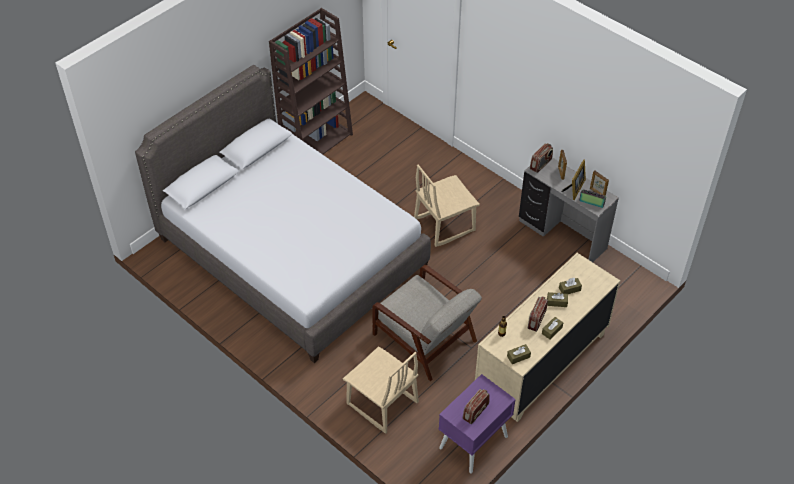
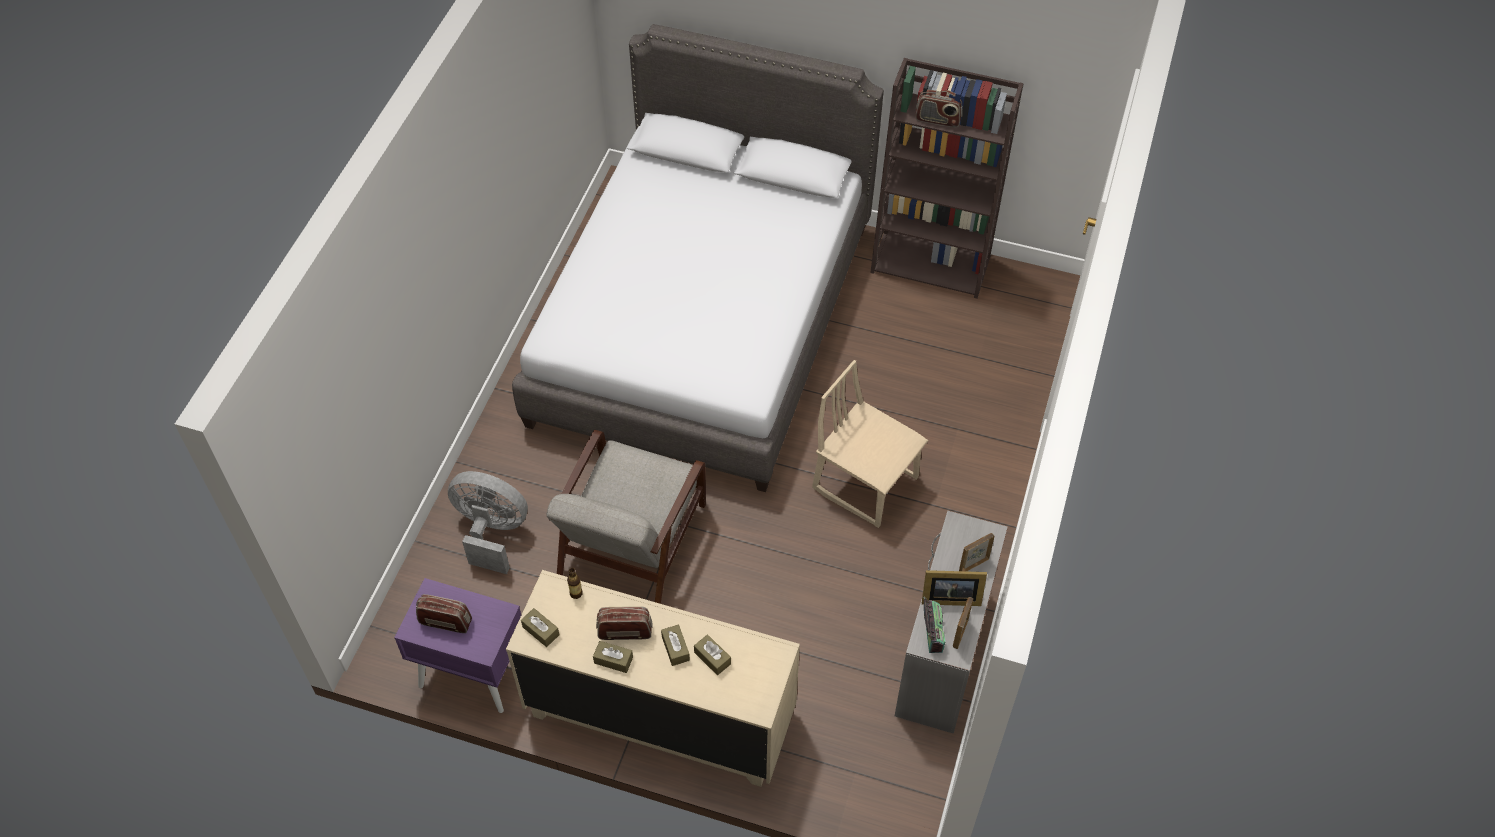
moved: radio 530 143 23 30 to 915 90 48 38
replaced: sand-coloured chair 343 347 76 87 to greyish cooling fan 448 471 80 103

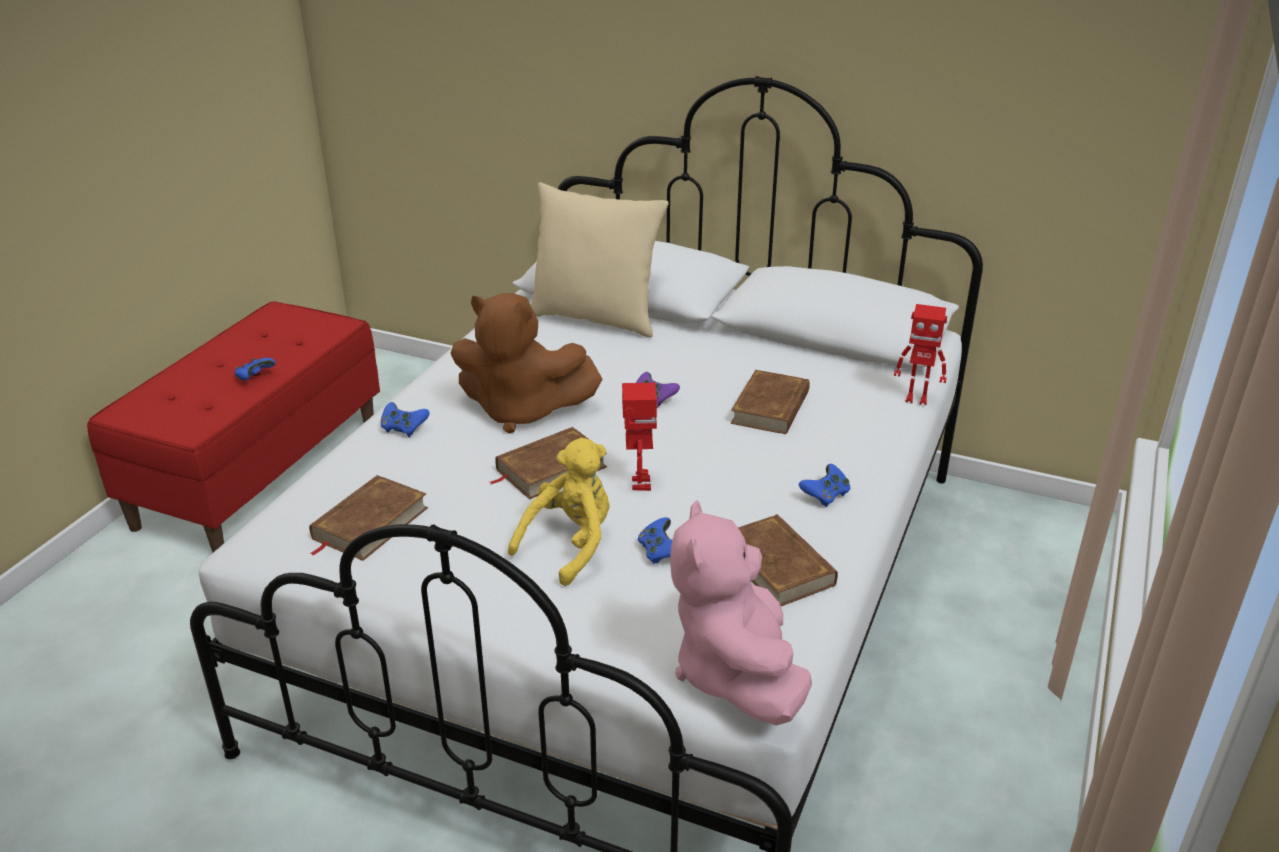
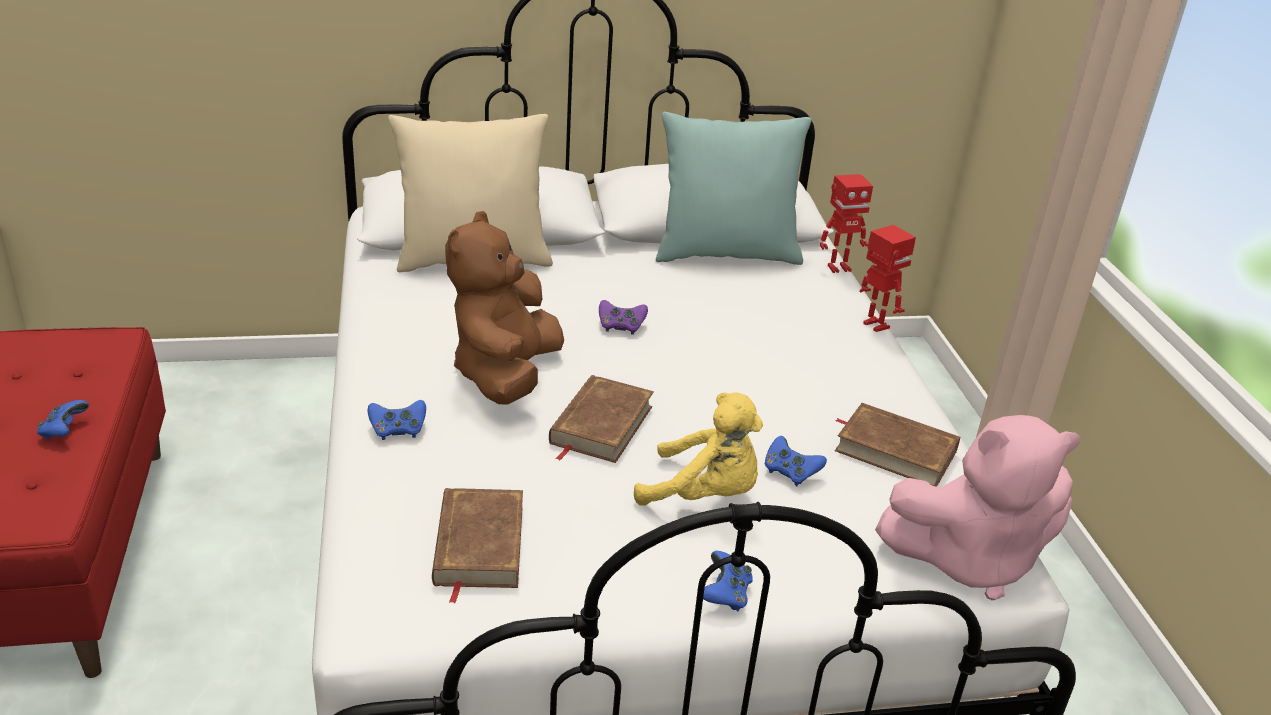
removed: brownish volume 731 370 79 64
added: turquoise cushion 656 112 156 153
moved: model robot 622 383 36 108 to 860 225 56 107; blue joypad 799 464 51 43 to 703 551 50 60
turned: brownish soft toy 451 293 151 141 = 445 211 119 194 120 degrees clockwise; yellow soft toy 508 438 102 148 = 634 393 129 113 105 degrees clockwise; pink soft toy 670 500 142 226 = 875 415 205 186 60 degrees counterclockwise

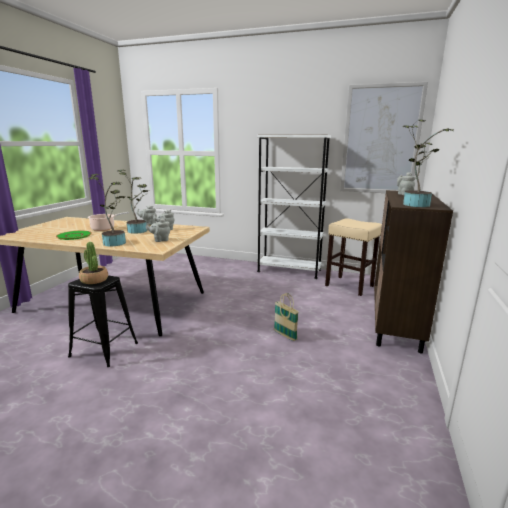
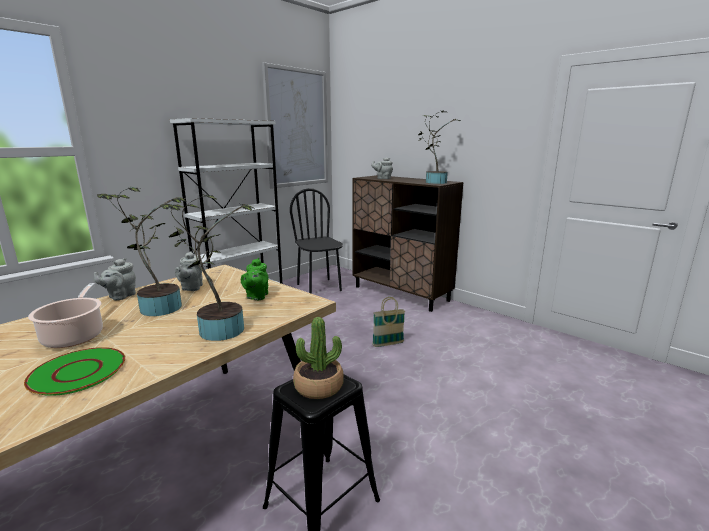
replaced: sand-coloured stool 325 218 57 78 to black chair 290 188 53 106
recoloured: greyish teapot 146 219 25 23 to green teapot 241 258 27 42

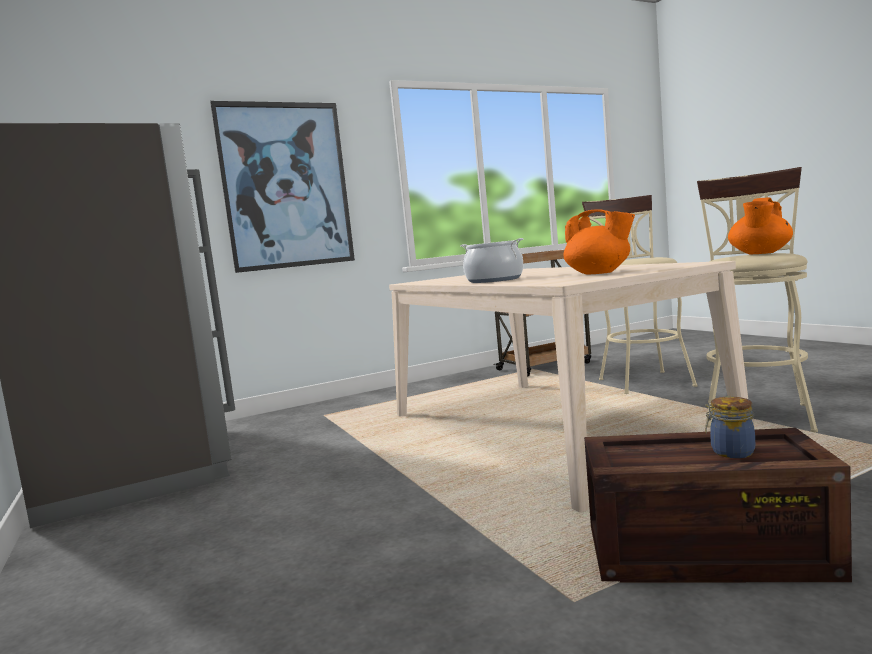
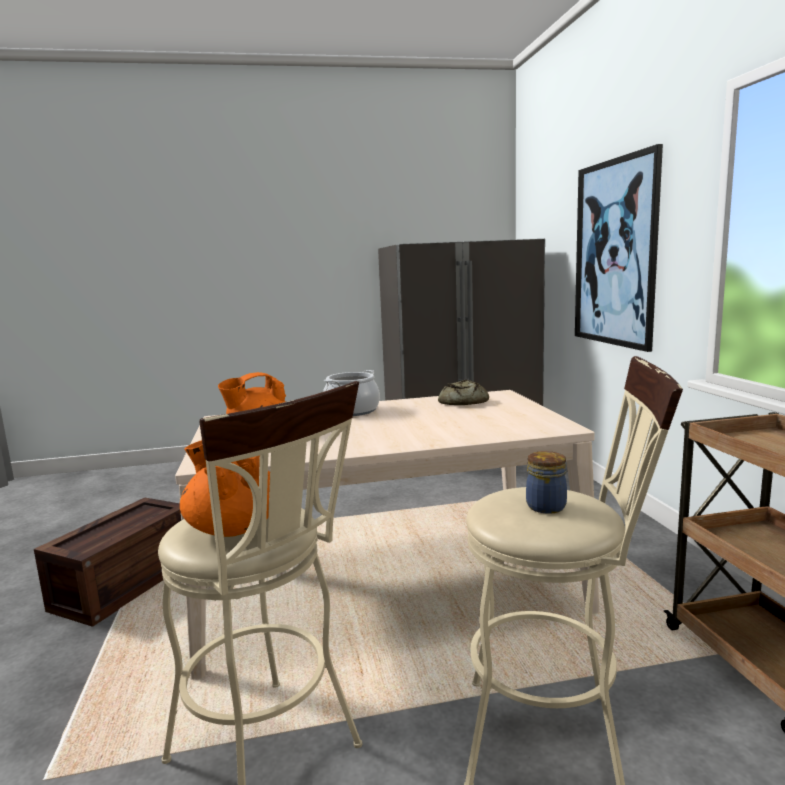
added: bread 438 380 51 25
moved: jar 705 397 50 61 to 526 451 41 63

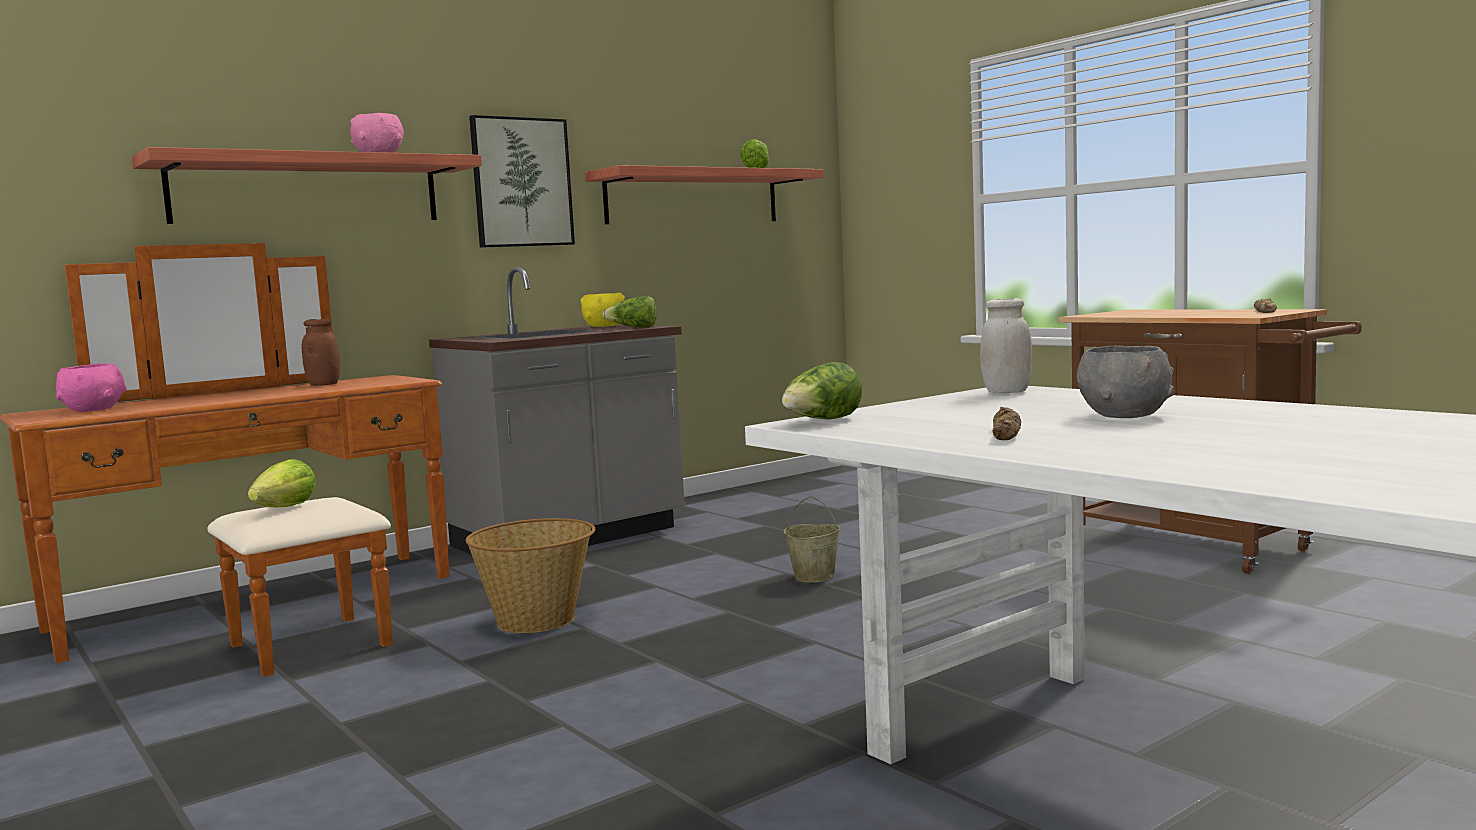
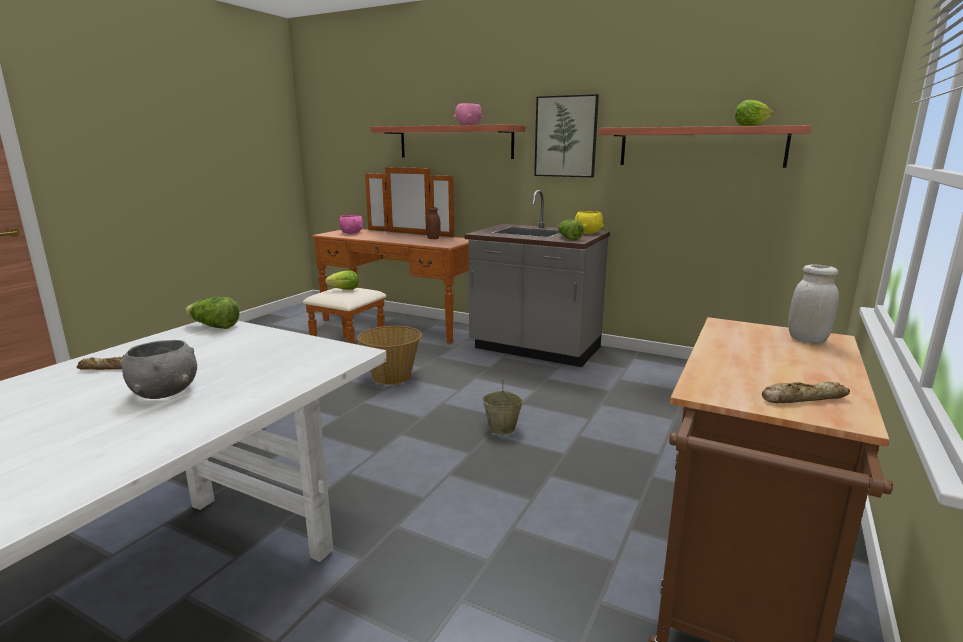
moved: whitish jar 980 298 52 95 to 788 265 51 79

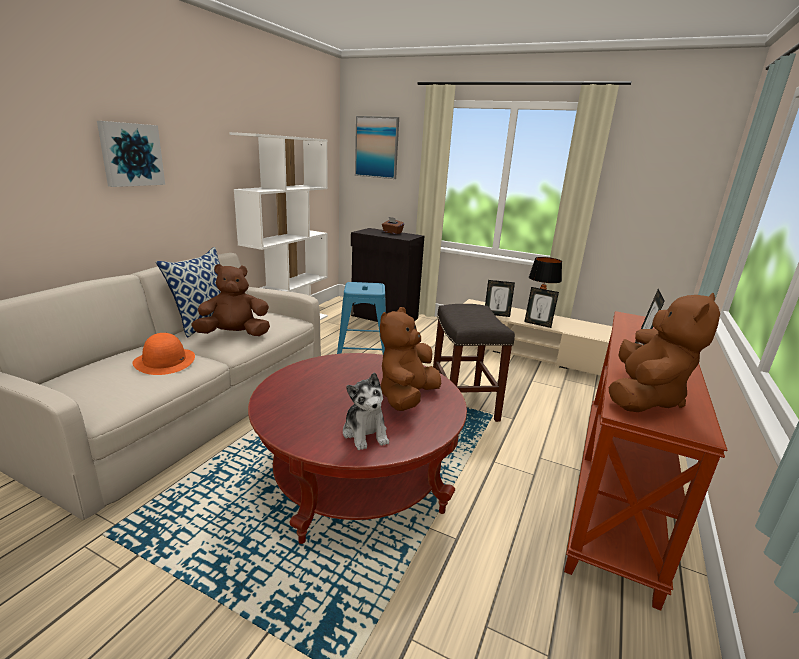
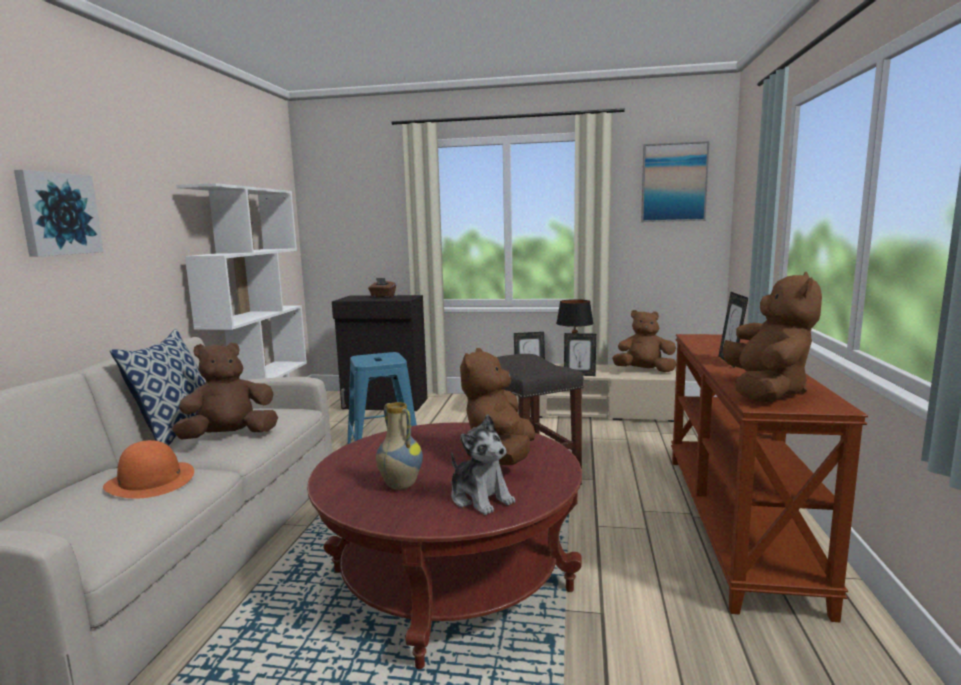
added: decorative vase 376 402 47 88; brownish soft toy 612 310 64 62
moved: wall picture 355 116 44 63 to 641 141 69 81

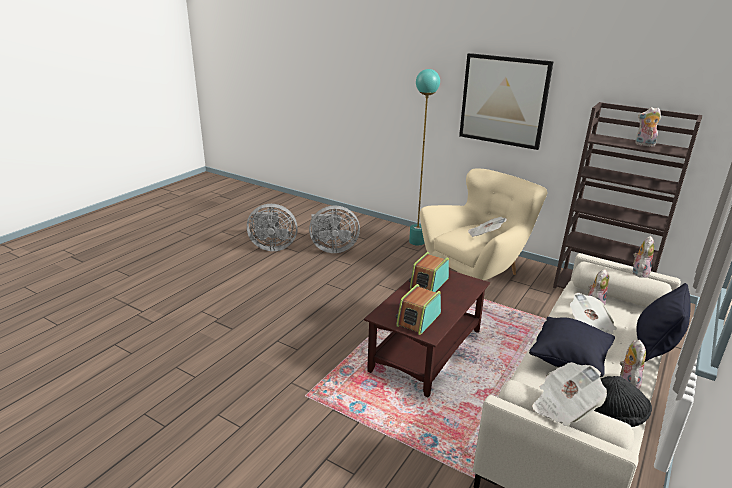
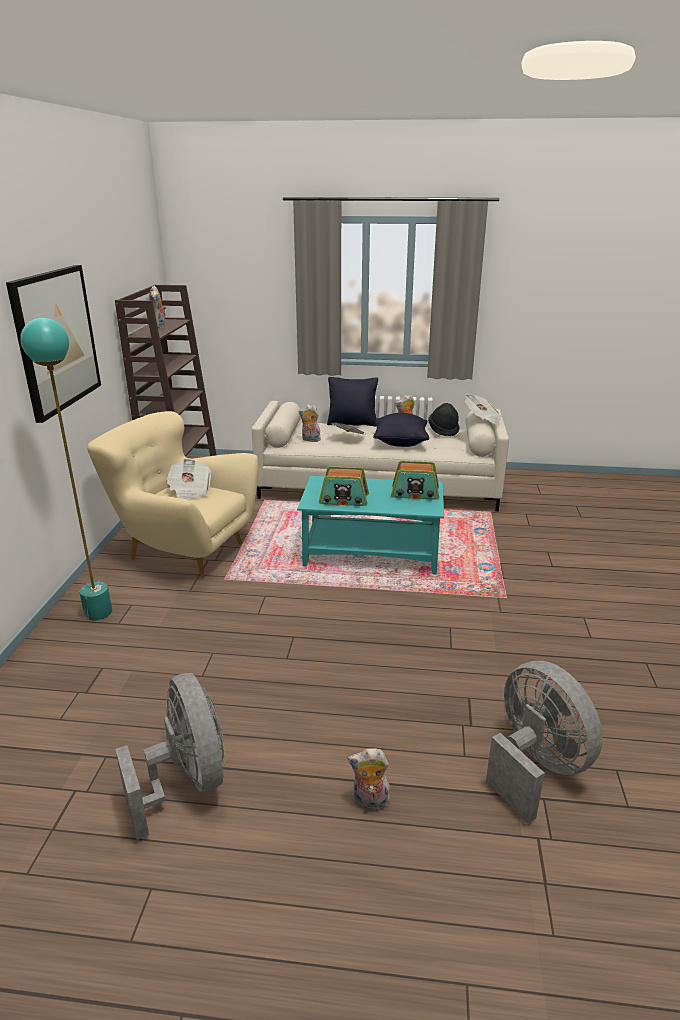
moved: greyish cooling fan 309 205 51 48 to 486 661 117 163; soft toy 633 236 21 42 to 348 749 43 61
recoloured: brownish lounge table 364 270 126 127 to turquoise lounge table 297 476 147 99

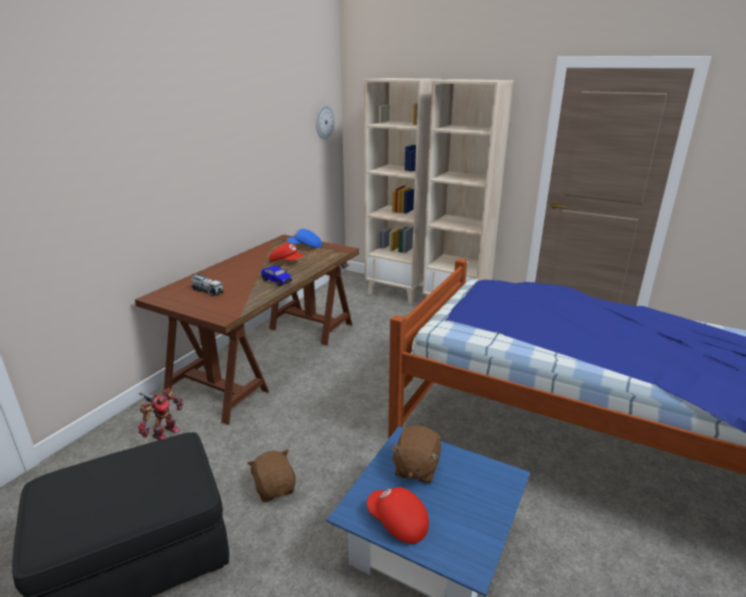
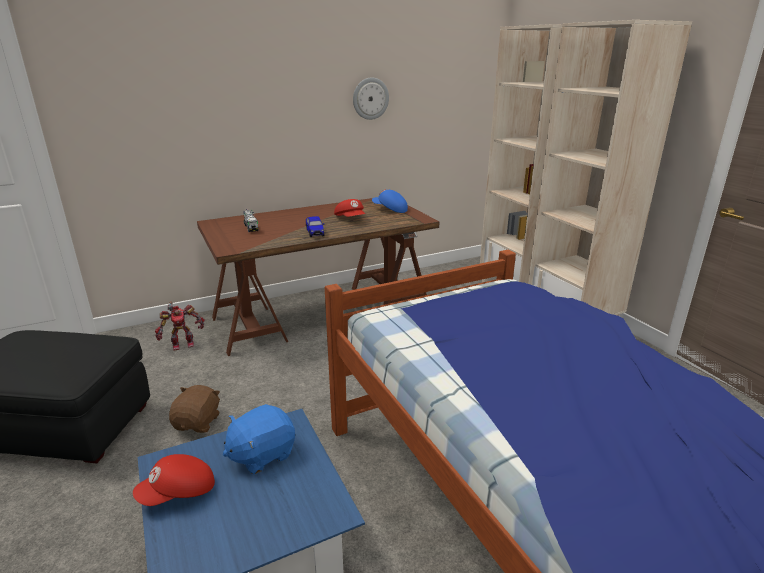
moved: clock on the wall 316 105 18 34 to 353 77 36 43
recoloured: brownish soft toy 390 425 51 58 to blue soft toy 223 404 72 70
turned: red baseball cap 367 487 62 57 = 133 454 82 52 105 degrees counterclockwise

